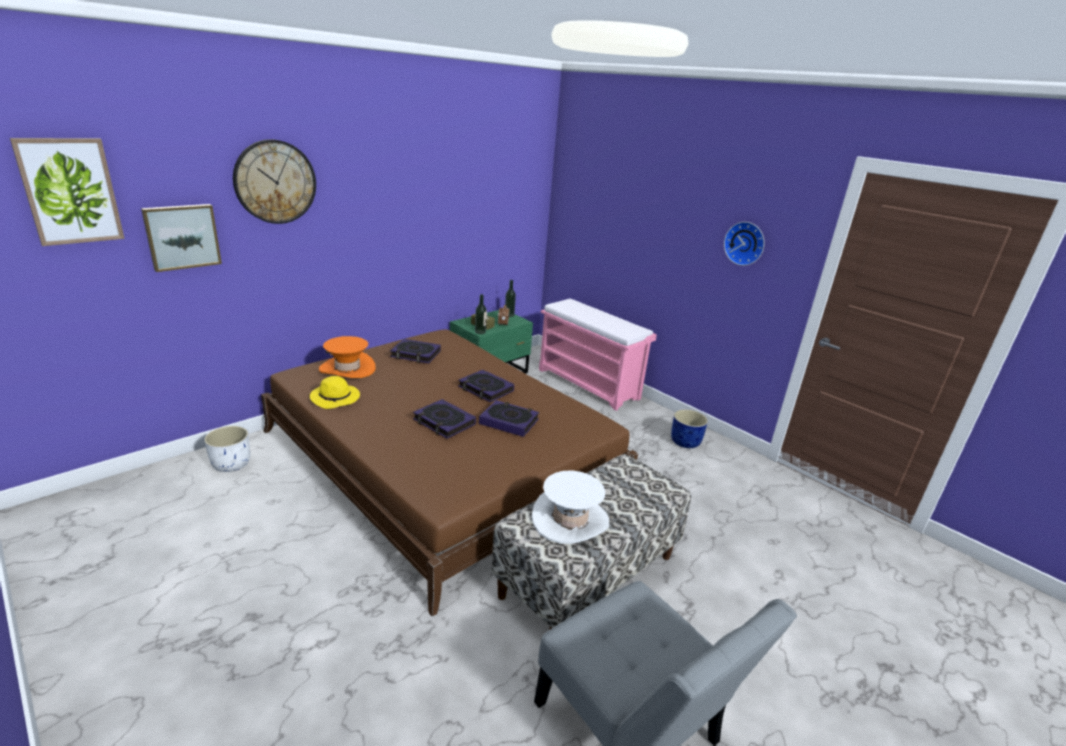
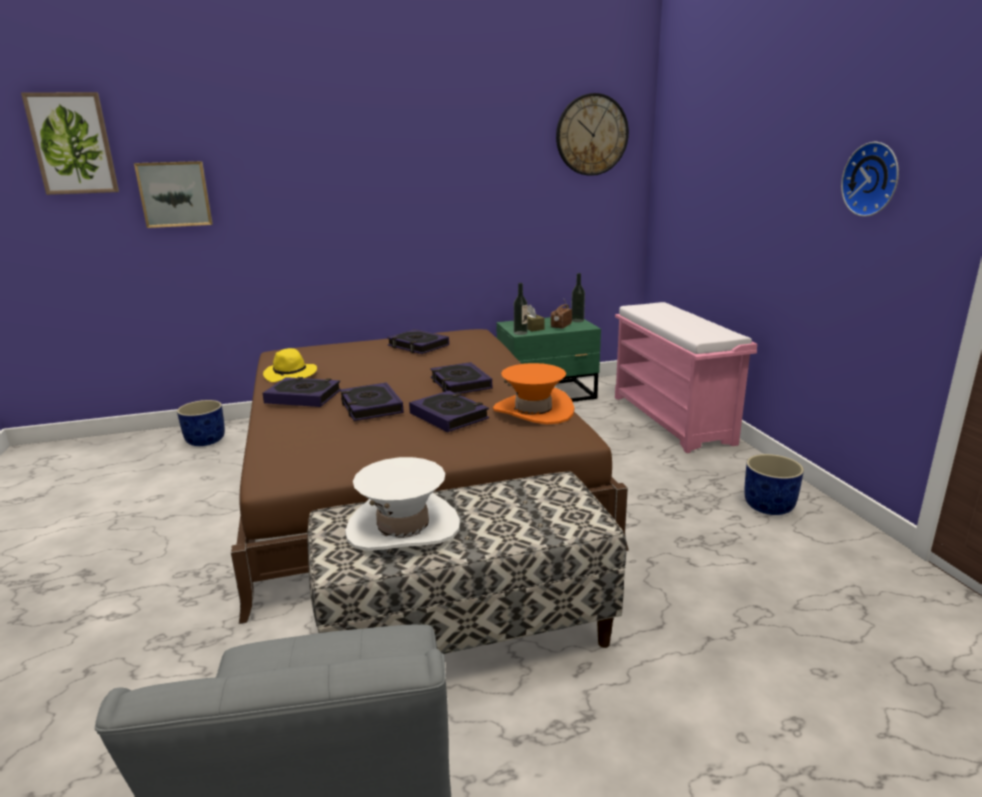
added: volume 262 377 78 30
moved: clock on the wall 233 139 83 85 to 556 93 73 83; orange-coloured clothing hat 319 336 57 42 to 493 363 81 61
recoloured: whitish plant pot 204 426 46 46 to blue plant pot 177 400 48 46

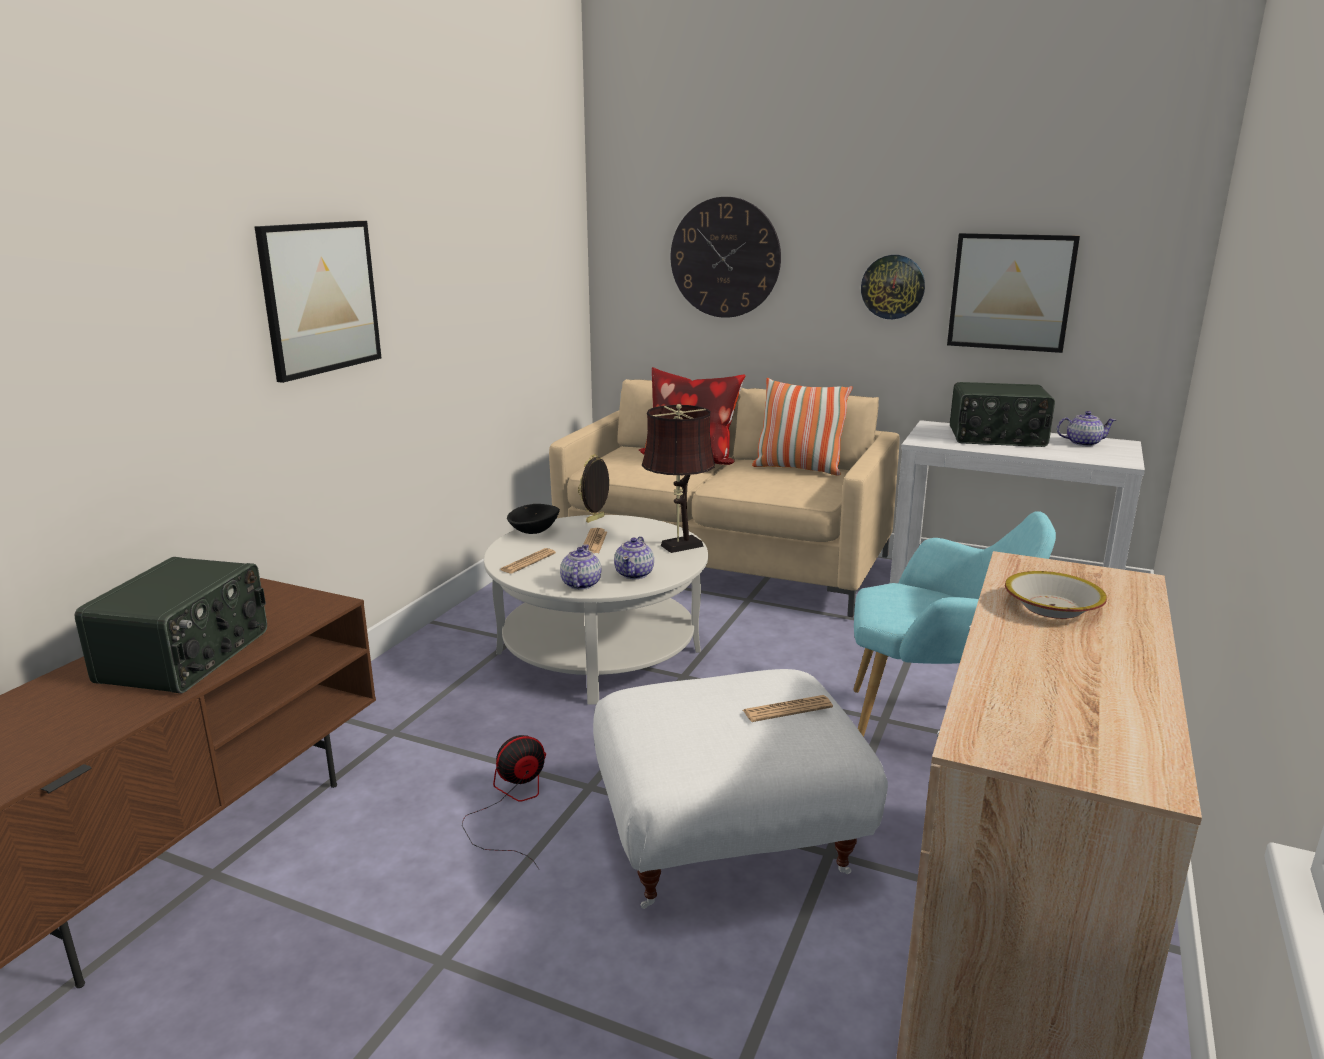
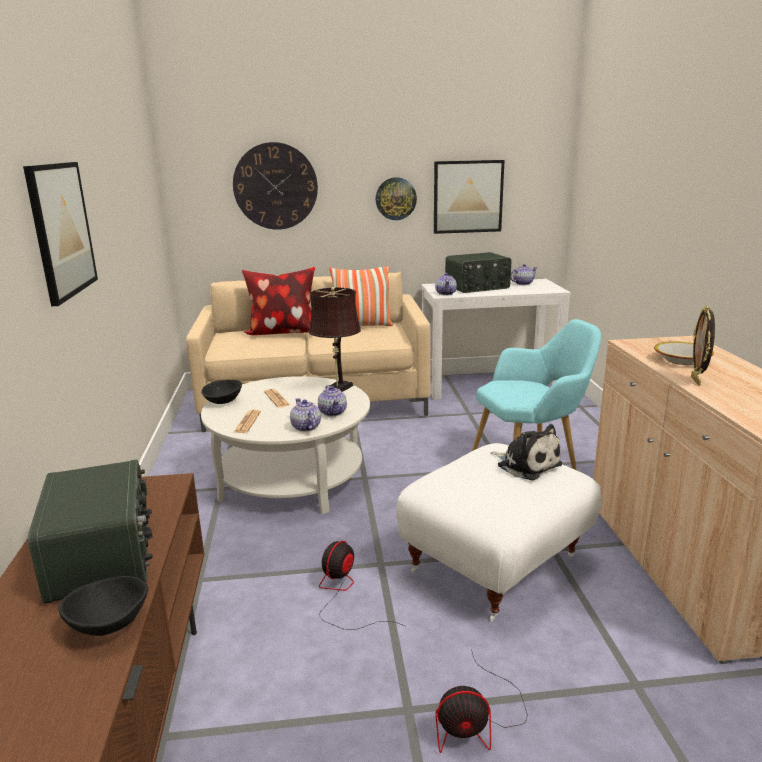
added: black deep dish 58 576 90 60; teapot 435 273 22 22; cooling fan 435 649 93 104
moved: photo frame 578 454 32 69 to 691 305 24 81
replaced: newspaper 743 695 90 27 to soft toy 490 424 72 56

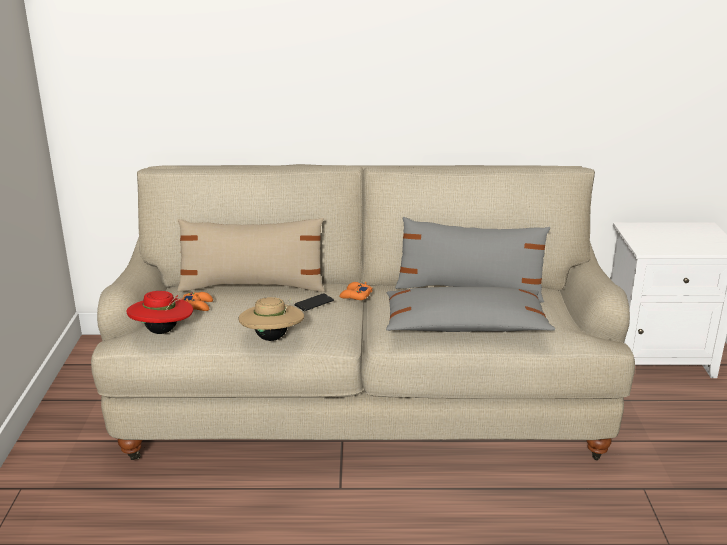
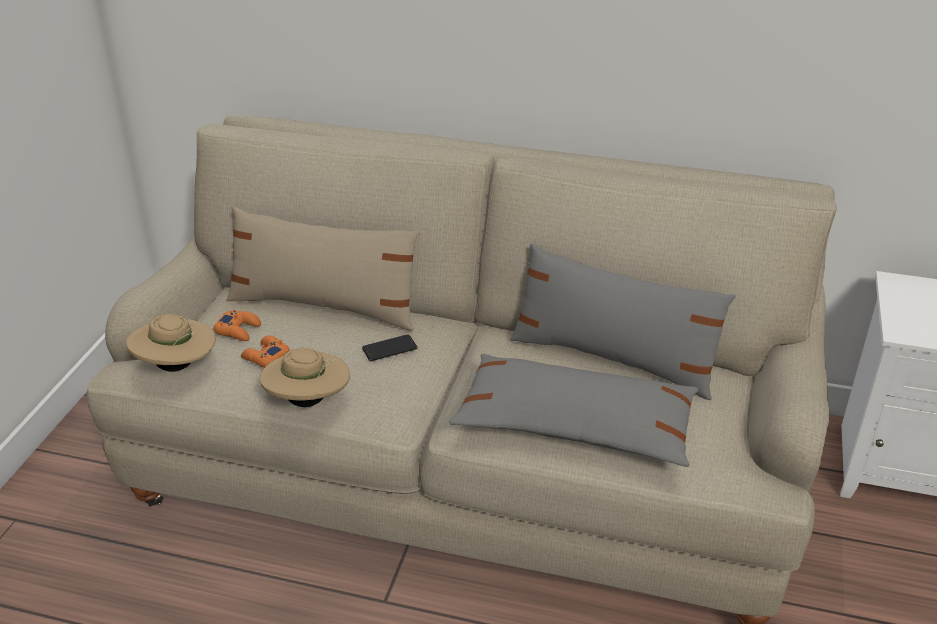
moved: orange-coloured joypad 339 282 34 18 to 241 335 49 33
recoloured: red clothing hat 126 291 67 43 to sand-coloured clothing hat 126 314 90 58

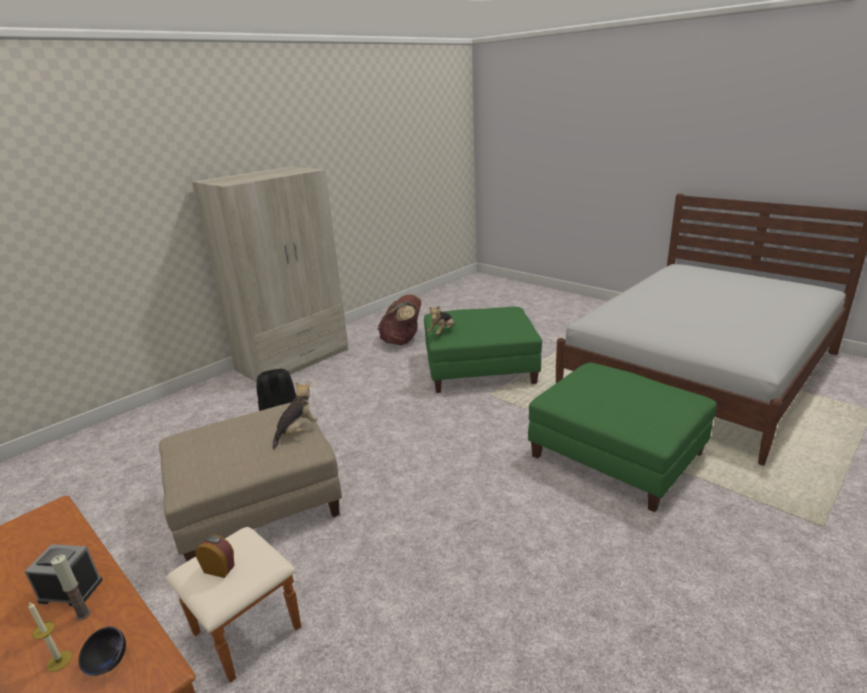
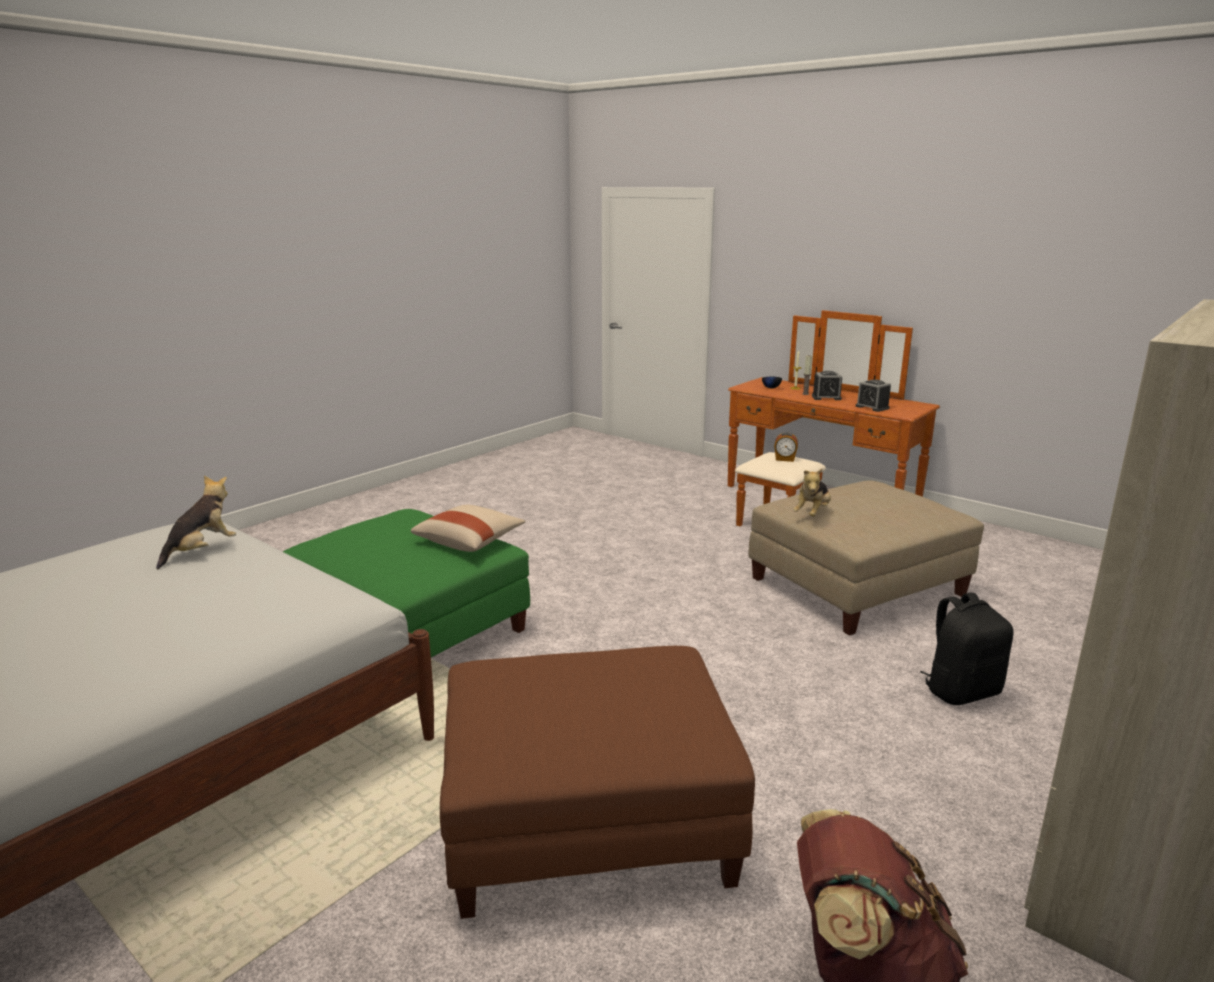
added: sand-coloured cushion 411 505 115 47; table clock 856 379 35 33
moved: soft toy 427 305 28 30 to 156 476 80 94
recoloured: green footrest 424 307 118 86 to brownish footrest 440 646 315 273

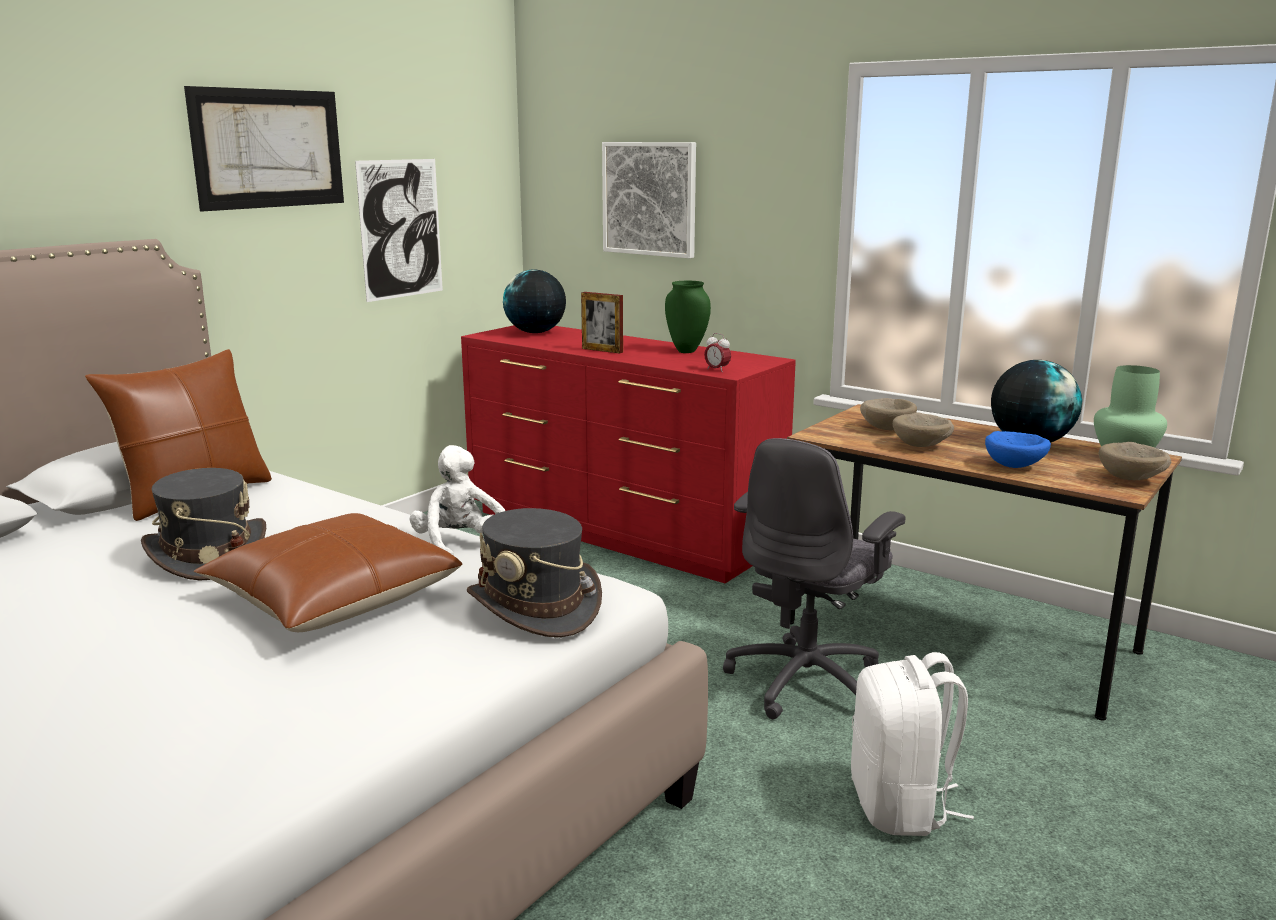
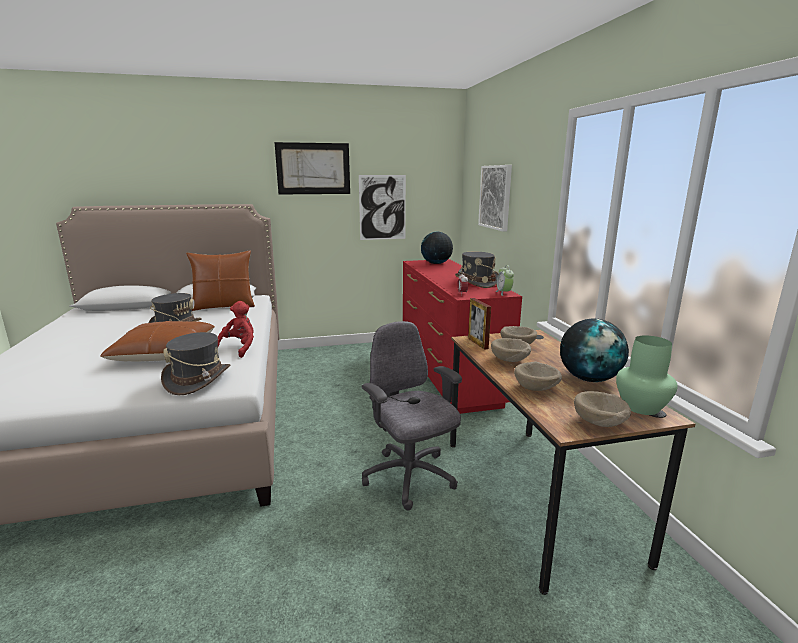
removed: whitish knapsack 851 652 123 184
added: table clock 496 265 18 31
moved: photo frame 581 292 42 62 to 468 298 23 52
replaced: green decorative vase 665 281 46 72 to greyish clothing hat 455 252 43 36
recoloured: whitish soft toy 410 445 95 110 to red soft toy 218 301 36 57; blue deep dish 985 431 66 37 to sand-coloured deep dish 514 362 48 29
turned: greyish desk chair 723 438 182 281 = 362 321 100 190 75 degrees clockwise

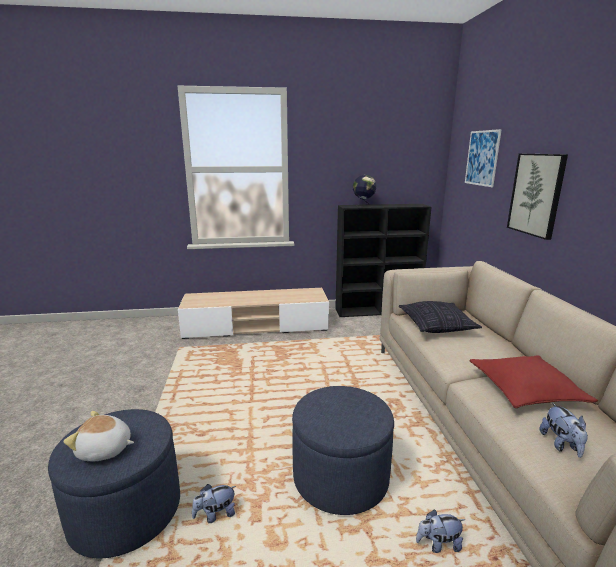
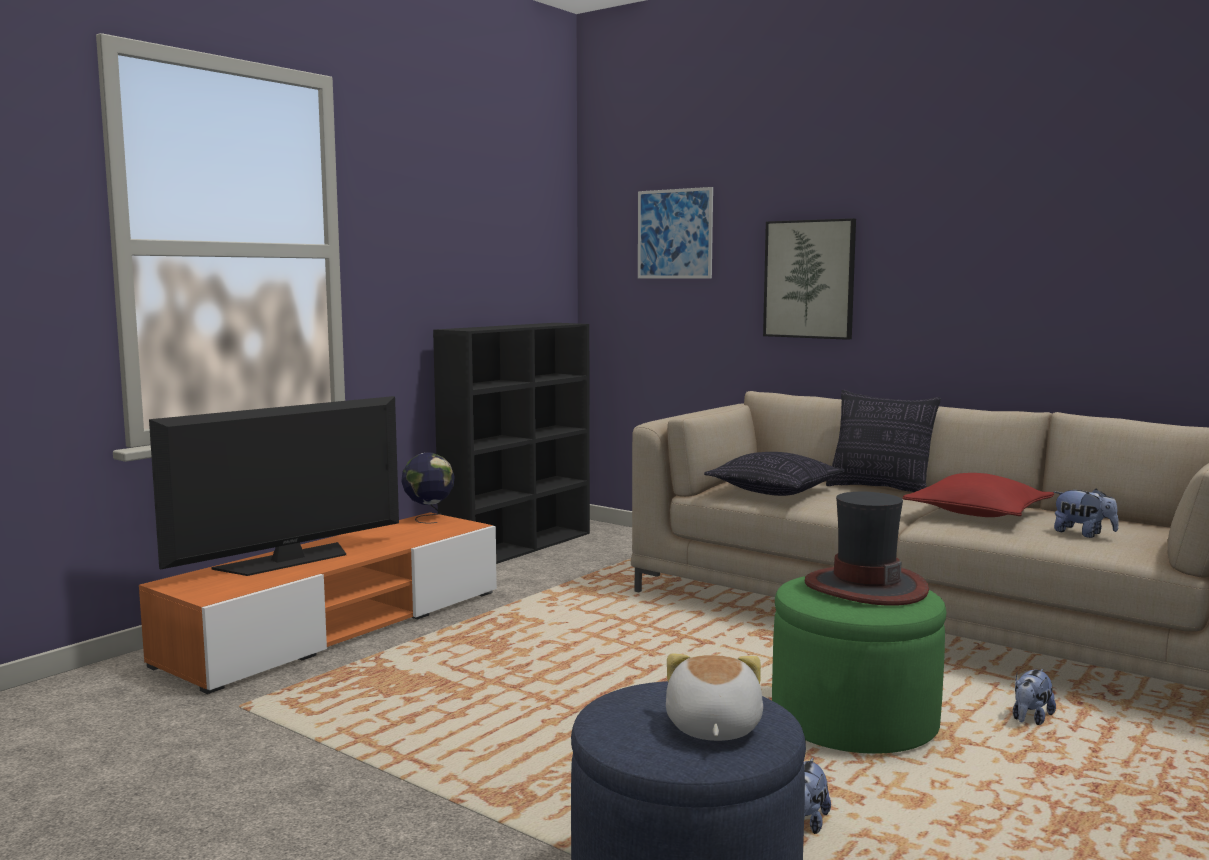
added: TV 149 396 250 180; clothing hat 805 491 124 115; cushion 826 390 115 102
moved: desk globe 353 175 23 32 to 401 452 54 72
recoloured: sand-coloured tv stand 178 288 151 51 to orange-coloured tv stand 139 512 358 182; blue footrest 292 386 102 129 to green footrest 772 576 174 178
turned: soft toy 64 411 70 50 = 666 653 97 88 135 degrees clockwise

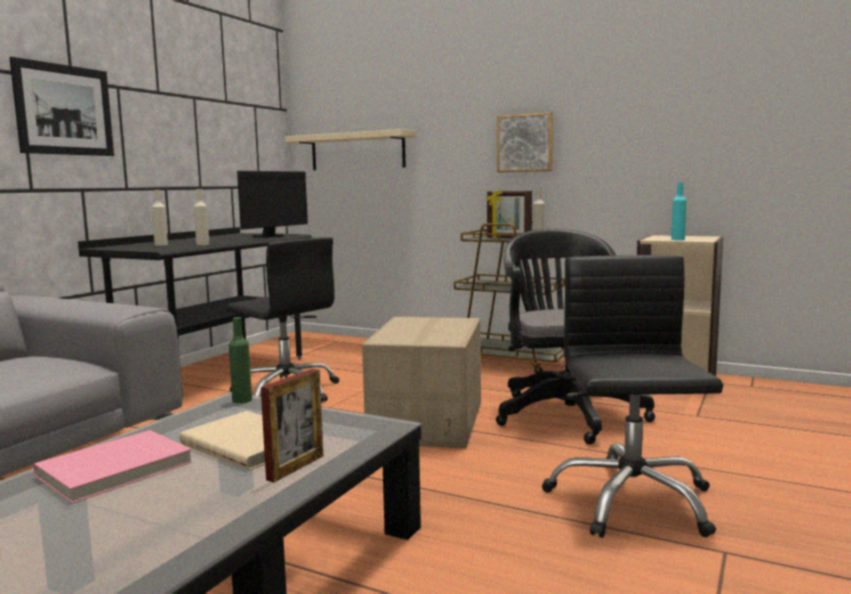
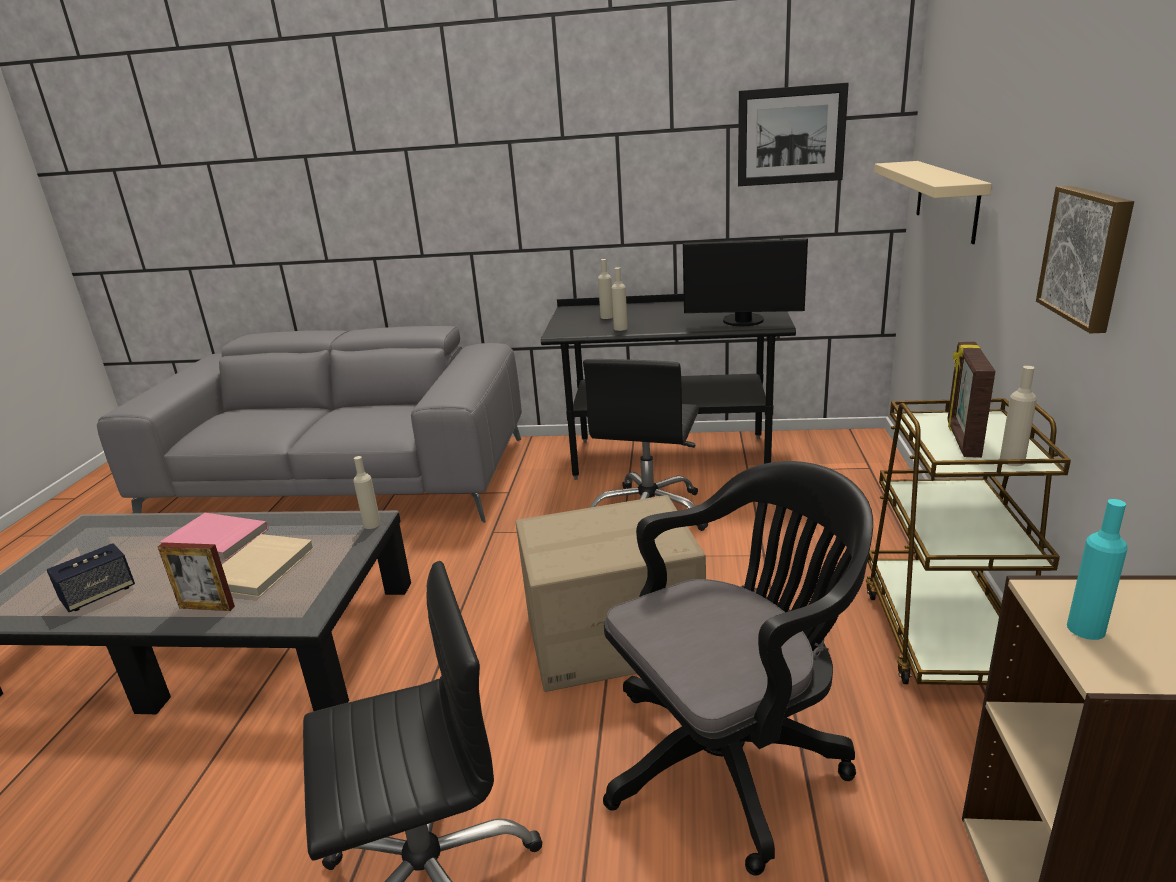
added: audio speaker 47 543 88 69
moved: wall picture 9 57 105 99 to 738 83 111 103
recoloured: green drink bottle 229 317 23 86 to sand-coloured drink bottle 353 456 28 73

